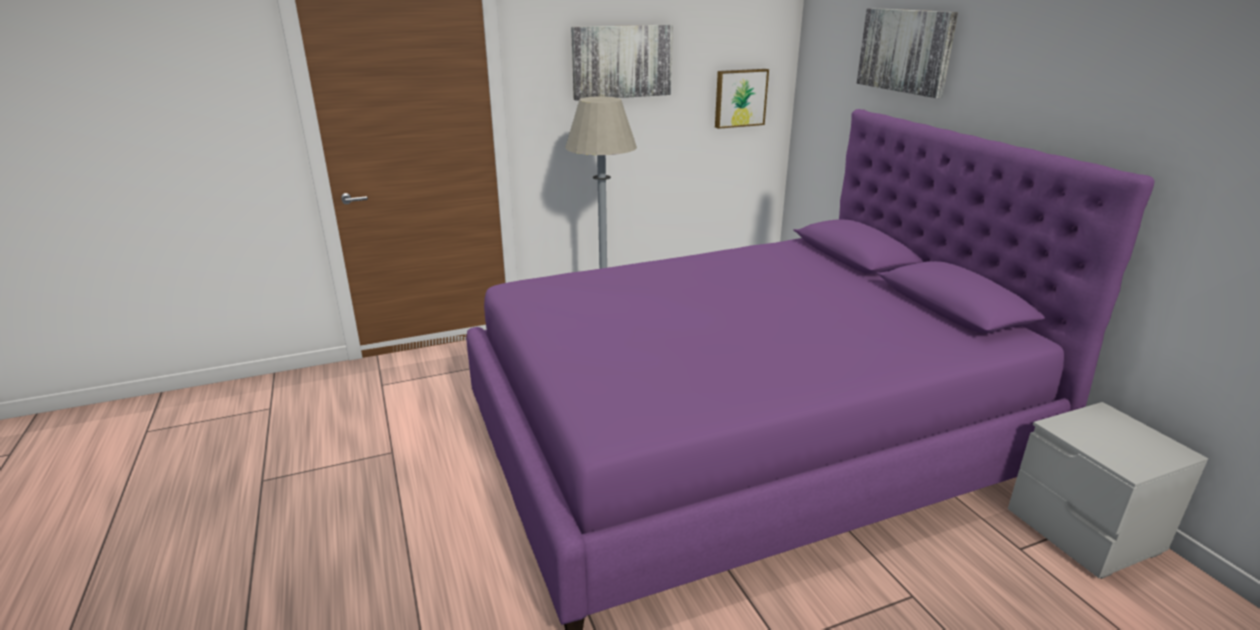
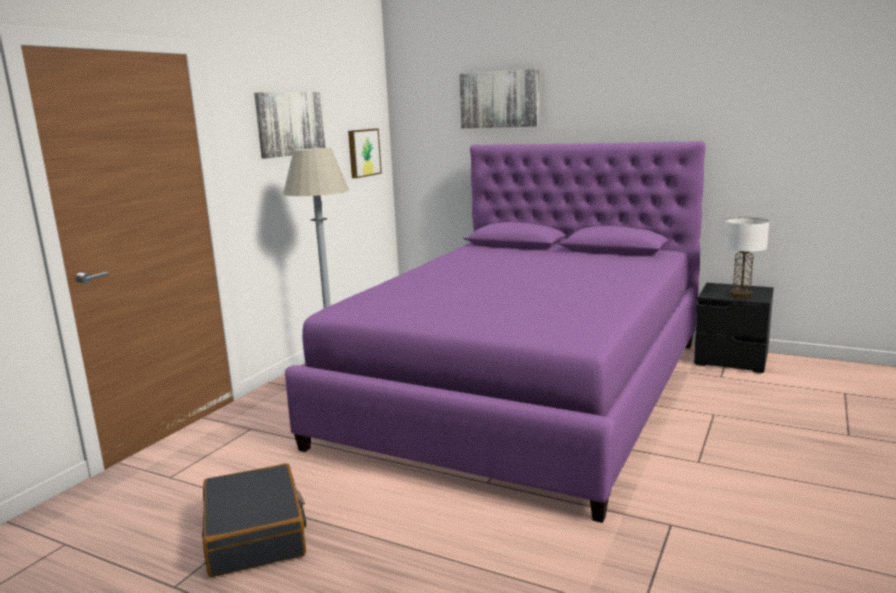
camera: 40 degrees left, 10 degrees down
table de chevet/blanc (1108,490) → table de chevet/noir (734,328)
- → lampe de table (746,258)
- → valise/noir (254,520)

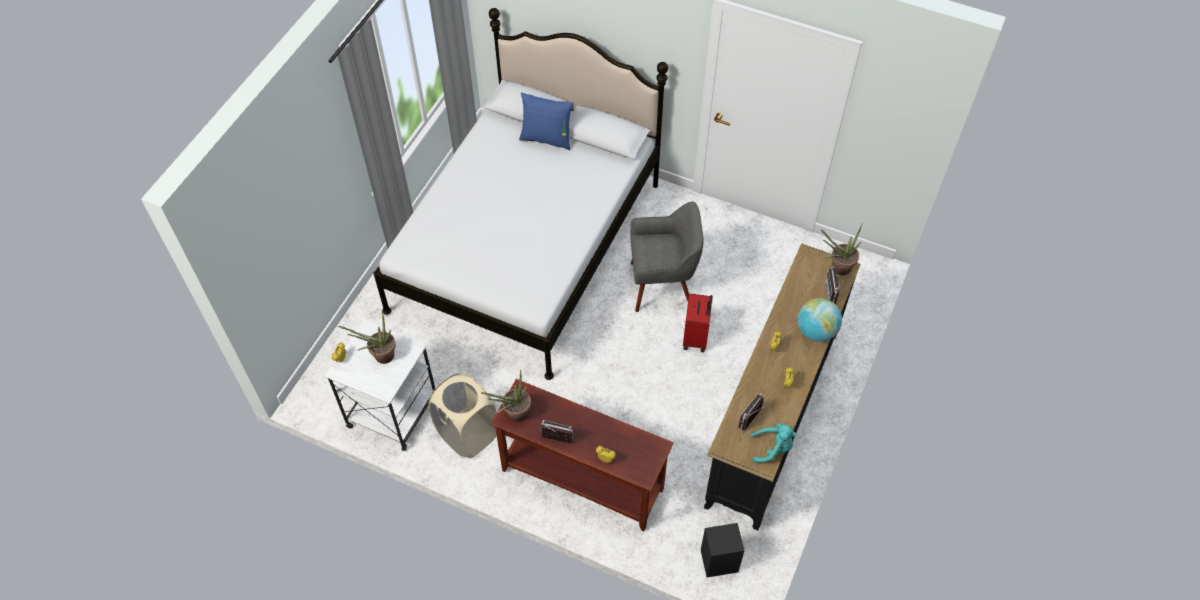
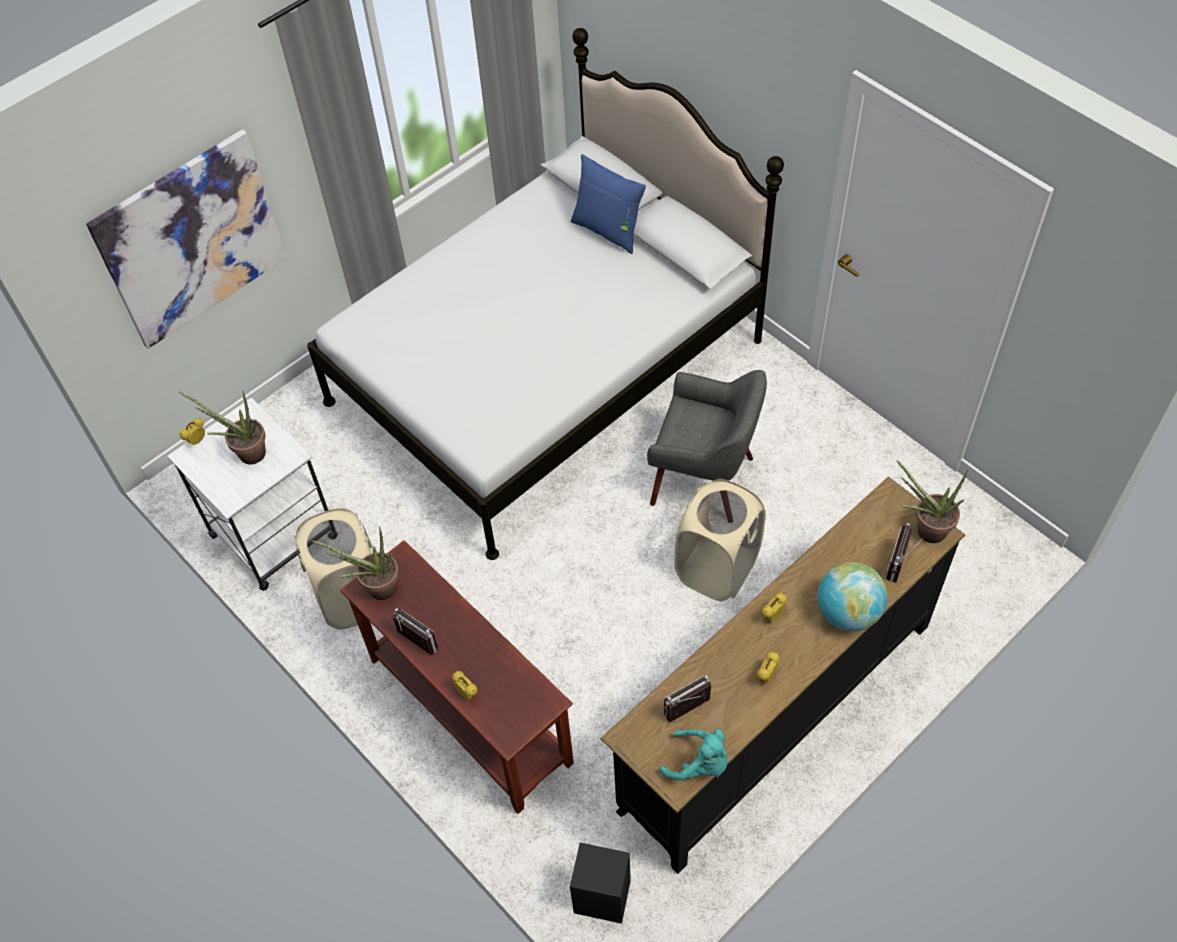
camera: 25 degrees right, 0 degrees up
valise/rouge (698,322) → panier à linge/beige (720,540)
- → tableau (186,239)

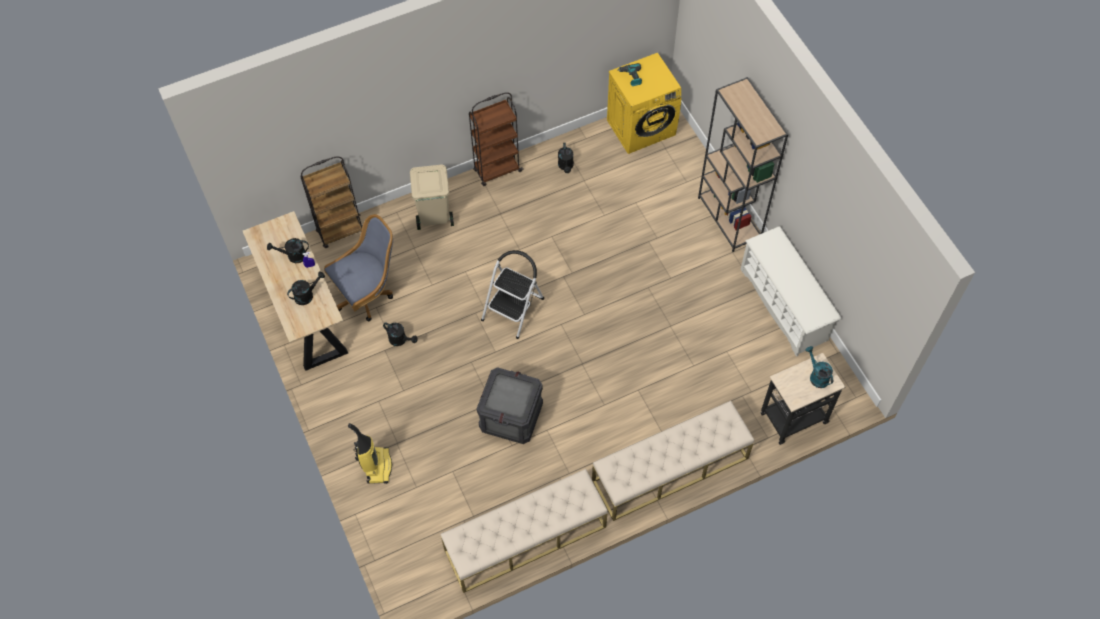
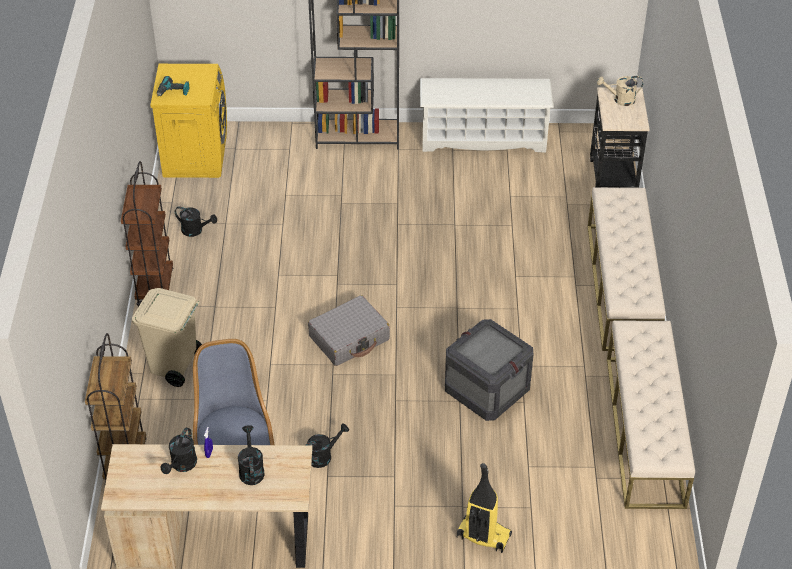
camera: 65 degrees left, 15 degrees down
escabeau (512,294) → valise/gris (349,330)
arrosoir/turquoise (819,367) → arrosoir/beige (620,91)

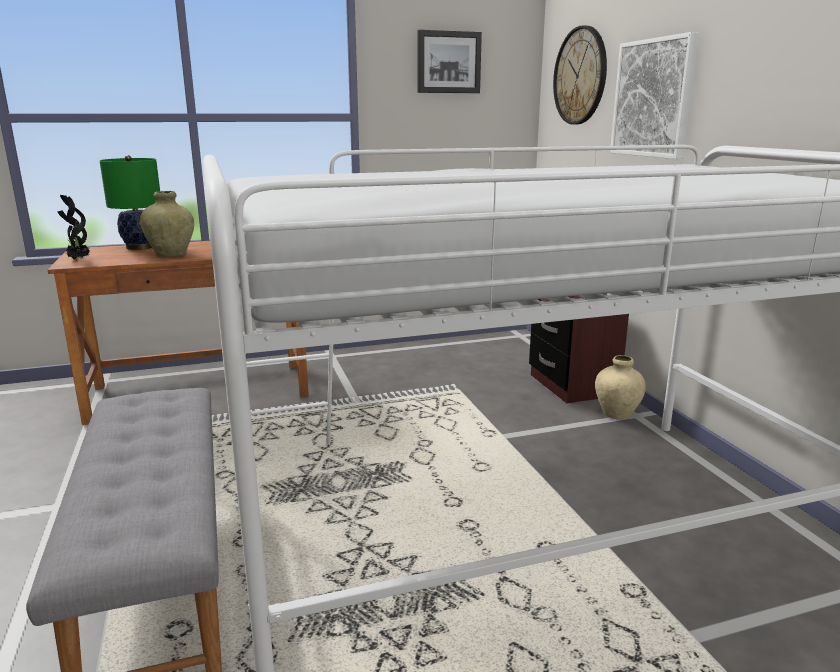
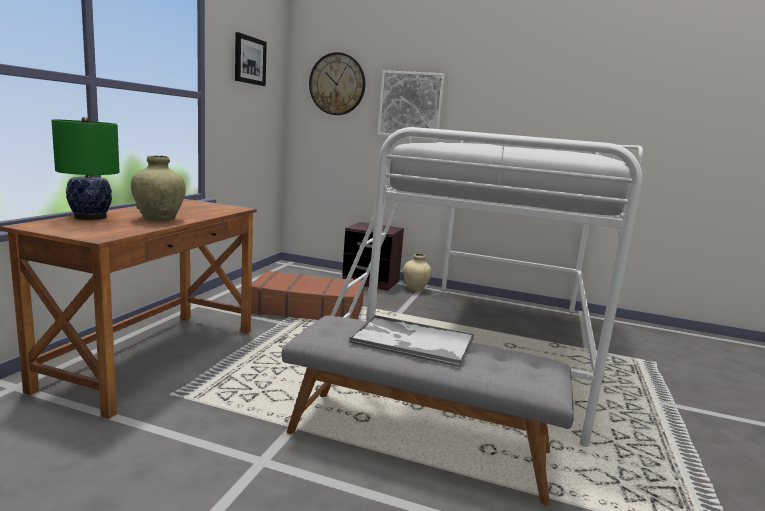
camera: 55 degrees left, 5 degrees down
plante en pot (73,227) → -
- → valise/marron (307,295)
- → plateau (411,341)

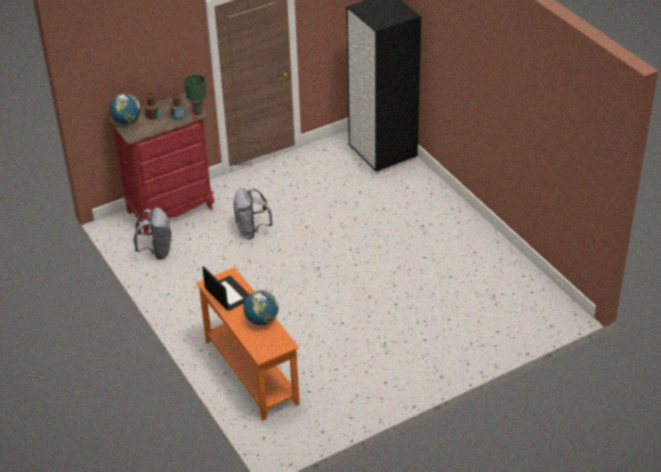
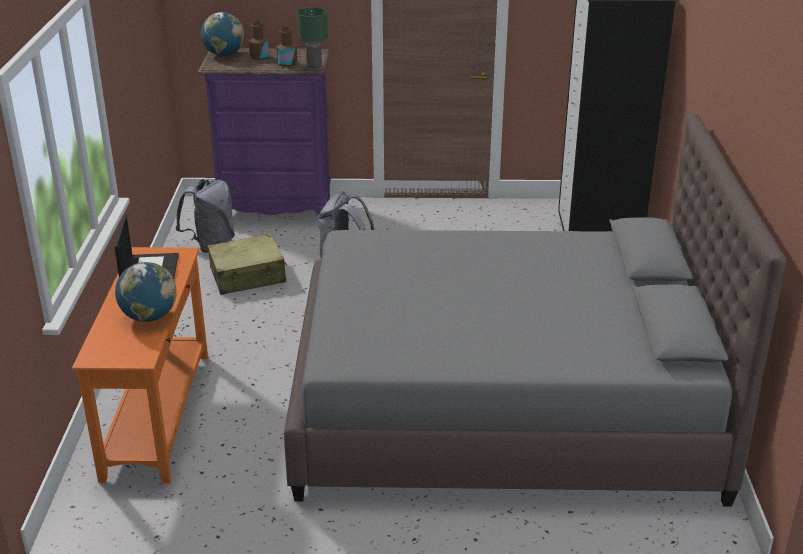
camera: 30 degrees right, 10 degrees down
commode/rouge (161,163) → commode/violet (264,132)
- → lit/gris (535,309)
- → valise/beige (247,264)

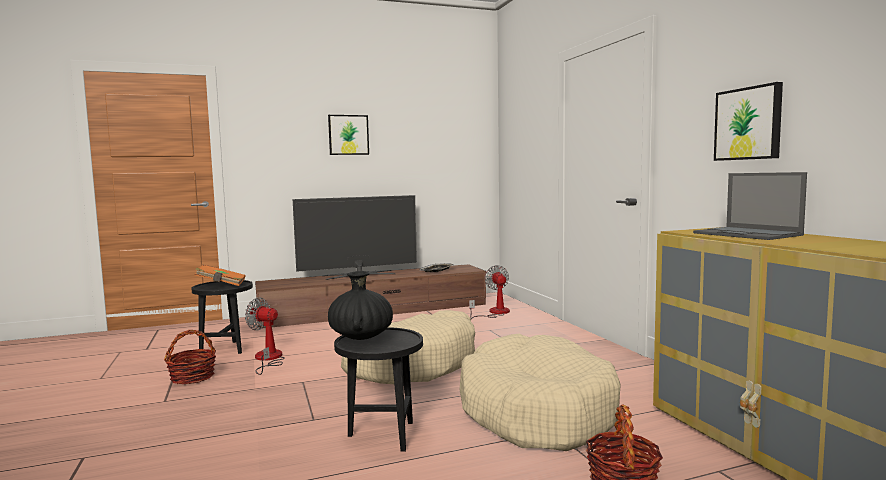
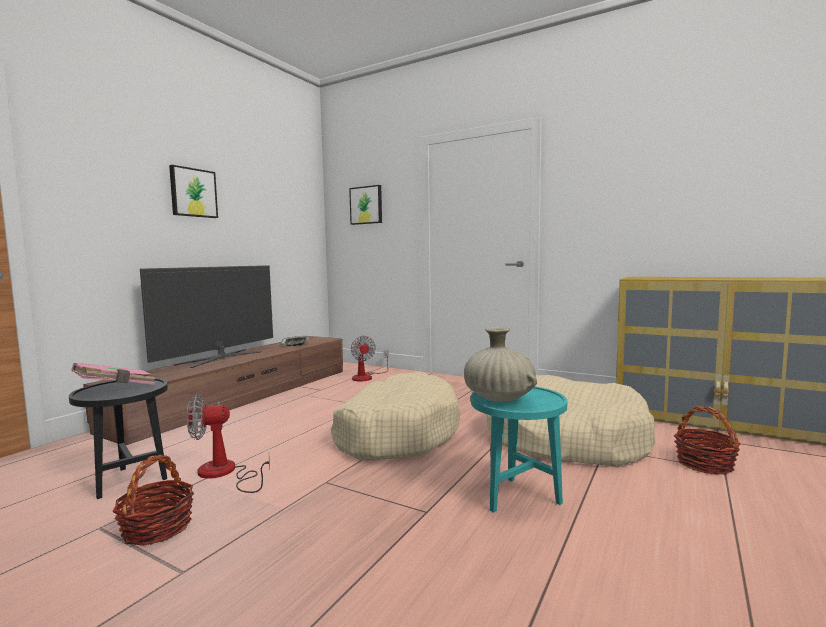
camera: 40 degrees left, 0 degrees up
tableau (748,121) → tableau (365,205), shifted
ordinateur portable (750,206) → -
livre/orange (220,275) → livre/rose (114,374)
ventilateur (489,292) → ventilateur (370,359), 150 degrees counterclockwise
vase/noir (360,305) → vase/beige (500,364)
table d'appoint/noir (378,389) → table d'appoint/turquoise (519,449)

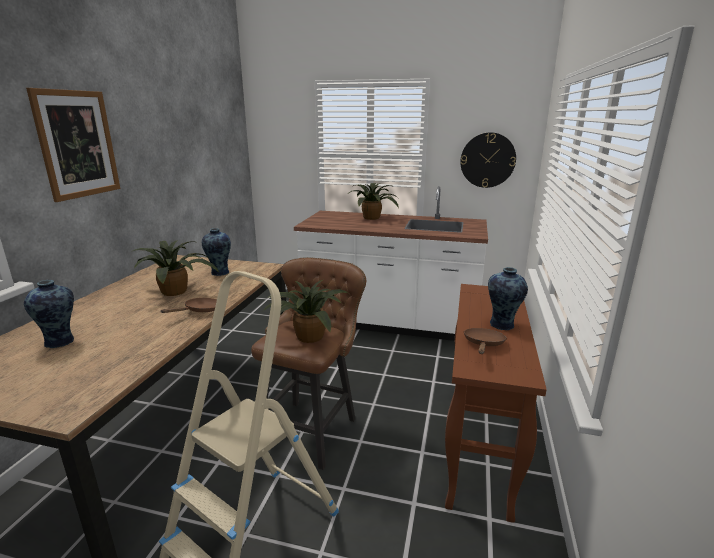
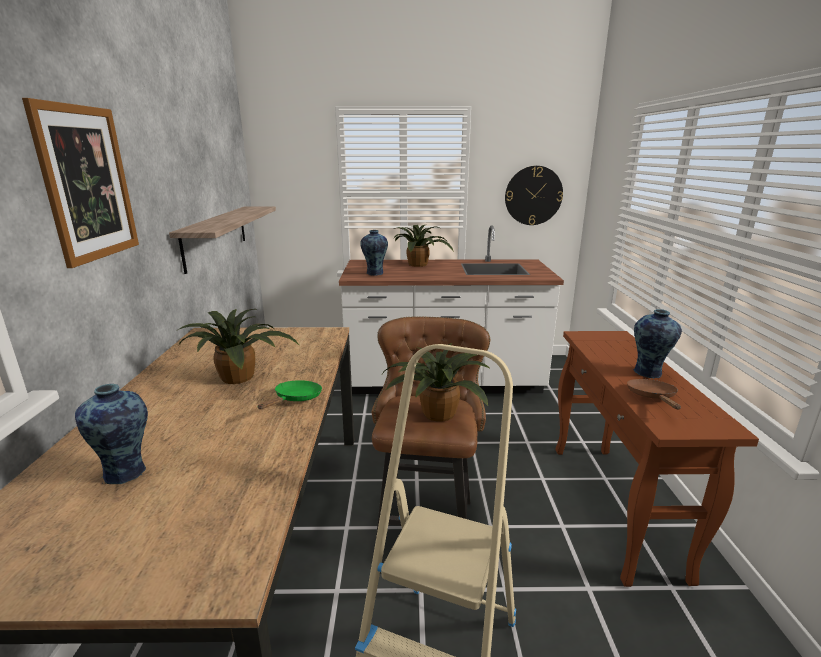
camera: 15 degrees left, 0 degrees up
vase (216,252) → vase (374,253), shifted
poêle/marron (189,305) → poêle/vert (289,394)
- → étagère (222,240)

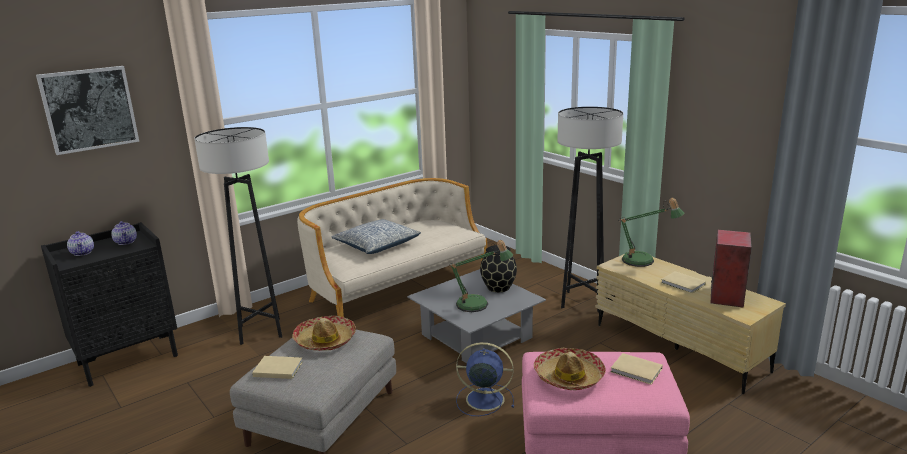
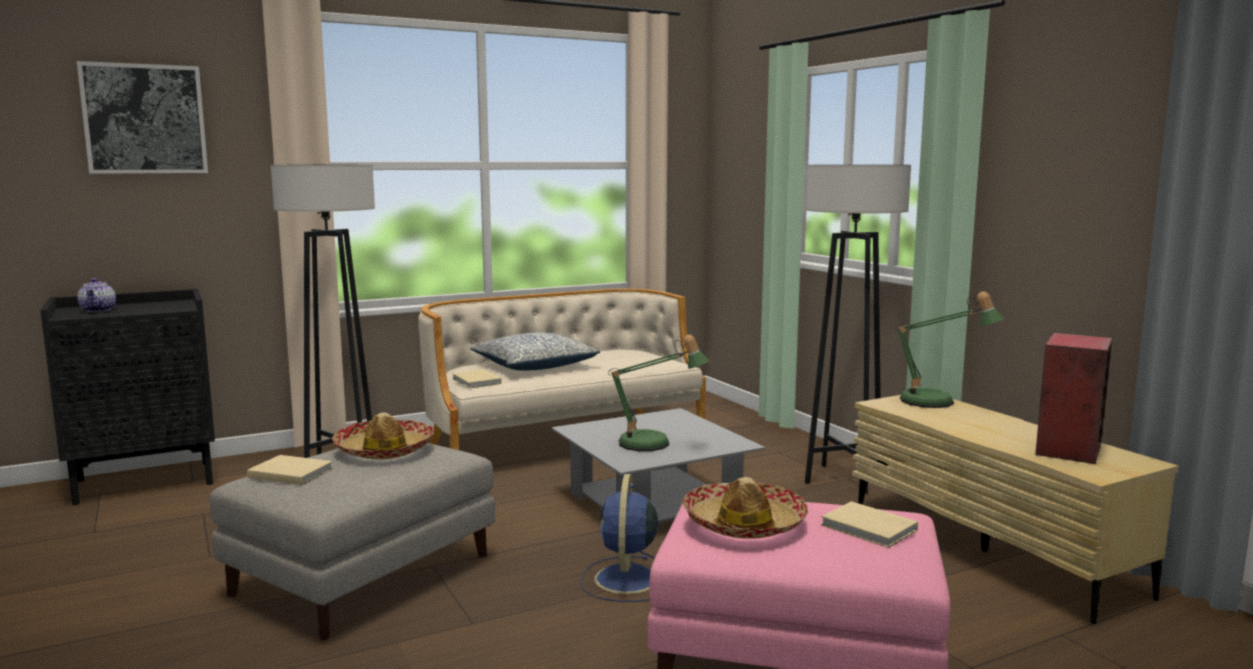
camera: 10 degrees right, 10 degrees down
théière (124,233) → -
vase/noir (498,268) → -
livre/beige (683,282) → livre/beige (477,378), shifted
ventilateur/bleu (485,379) → ventilateur/bleu (620,538), 105 degrees counterclockwise

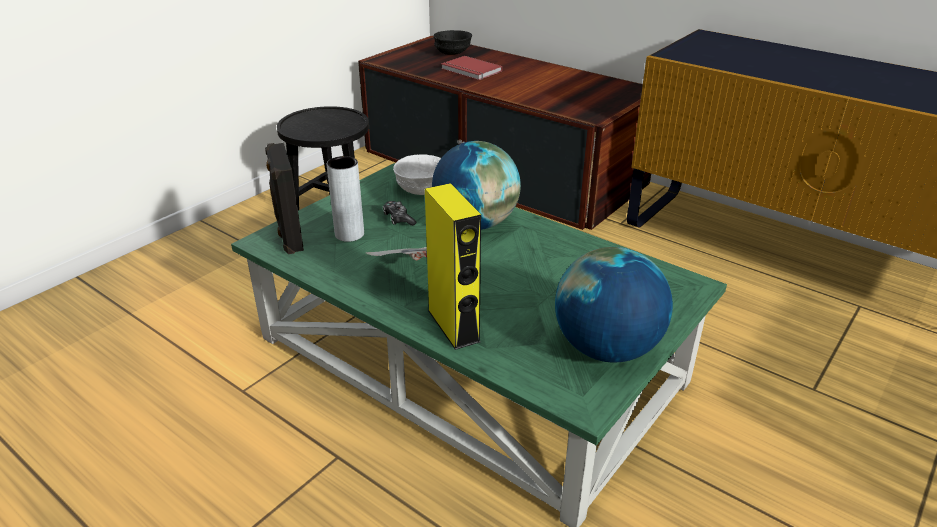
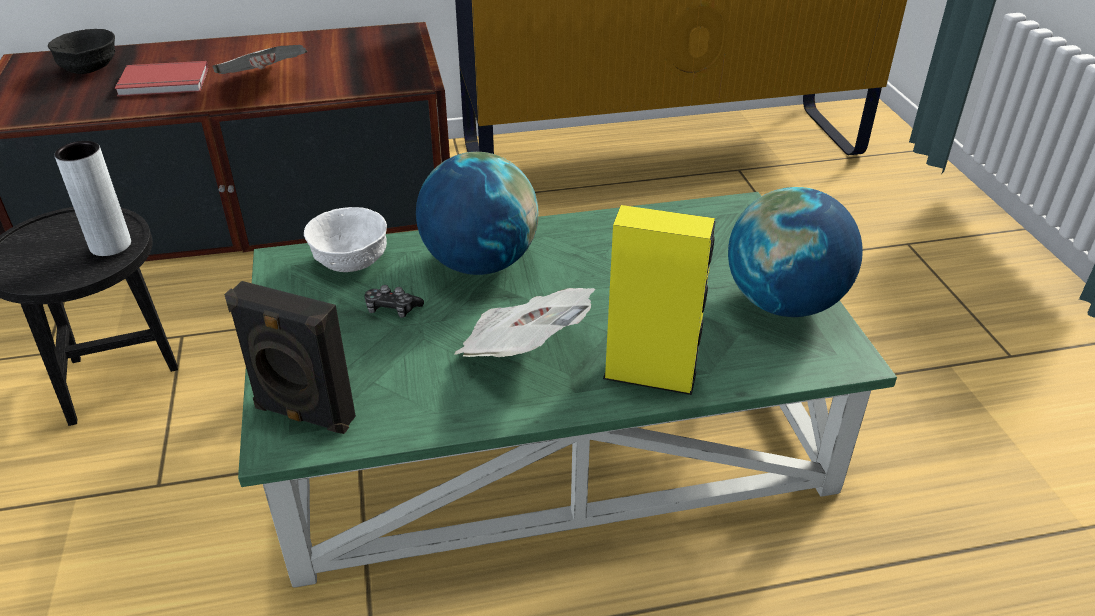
camera: 50 degrees left, 5 degrees up
vase/gris (345,199) → vase/gris (92,198), shifted
- → journal (260,59)

